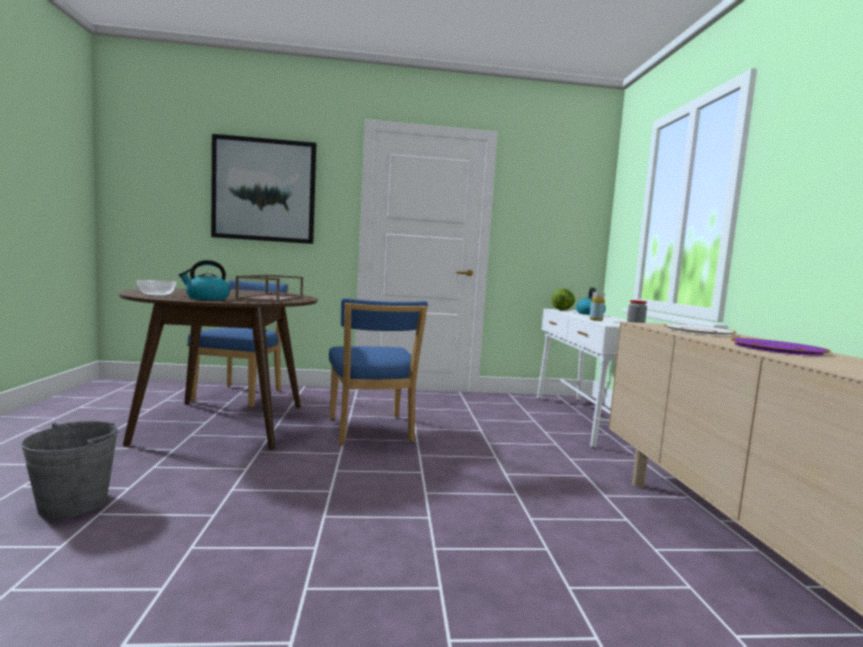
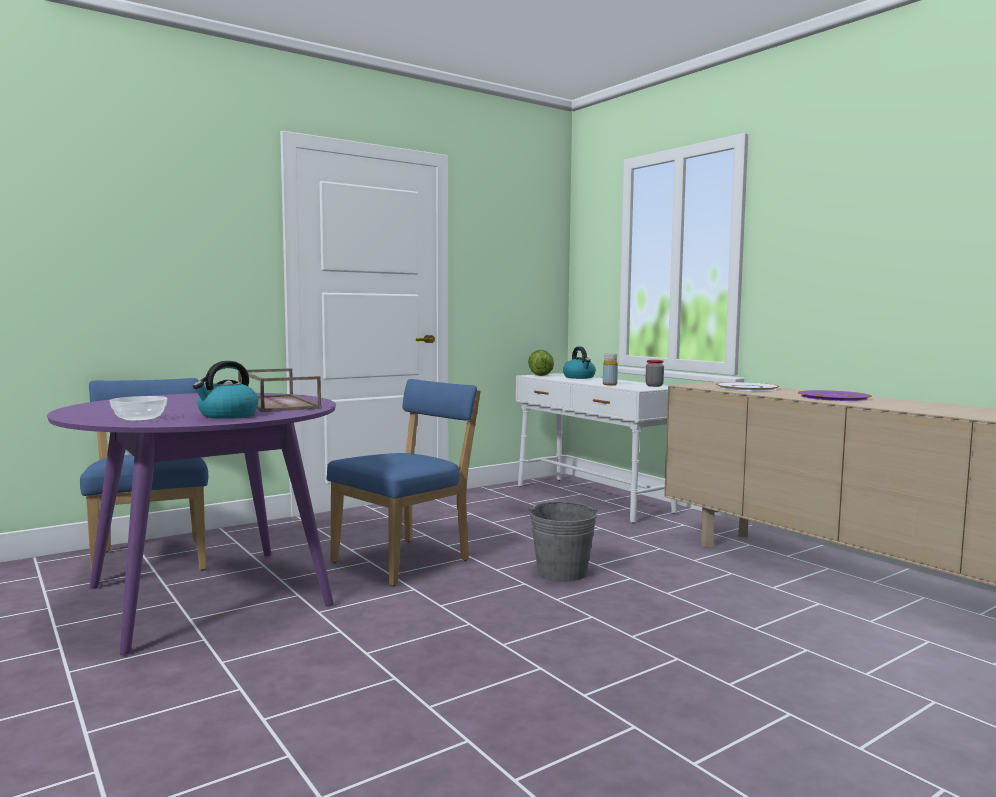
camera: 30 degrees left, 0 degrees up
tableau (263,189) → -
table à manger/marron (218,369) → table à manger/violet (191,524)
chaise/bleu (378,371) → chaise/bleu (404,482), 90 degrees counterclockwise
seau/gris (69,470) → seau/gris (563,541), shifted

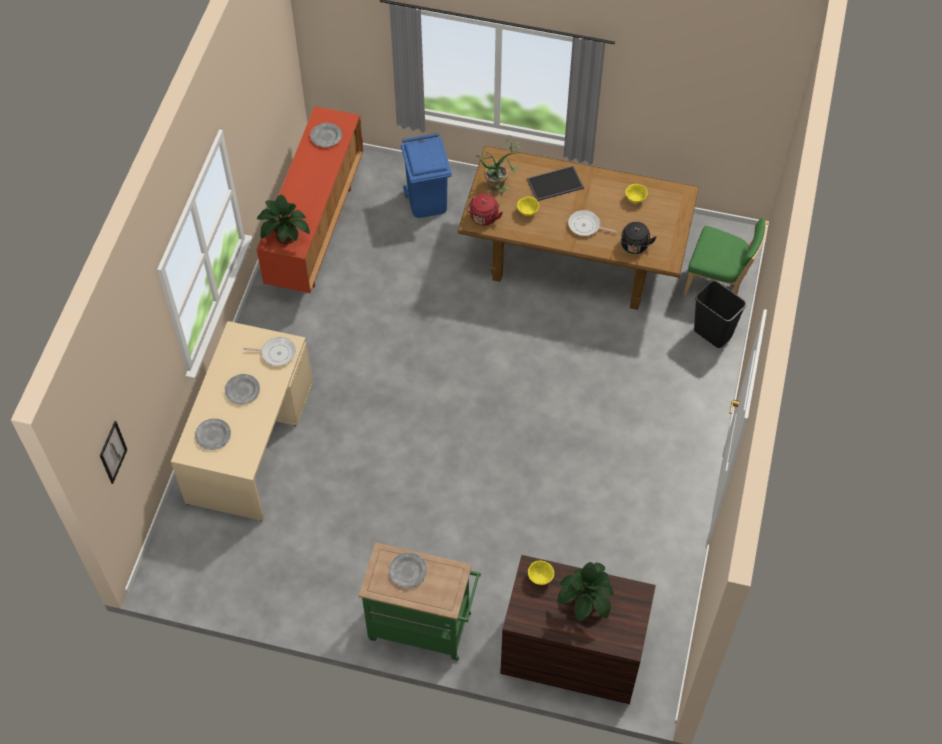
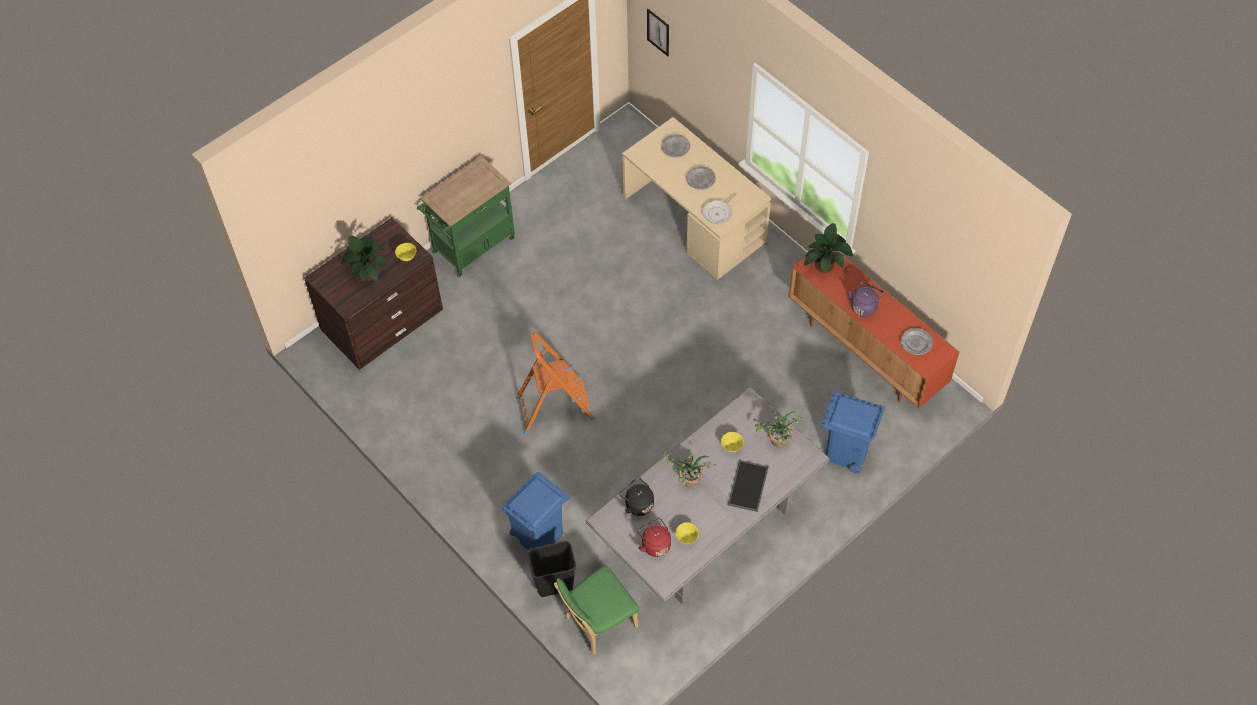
camera: 125 degrees right, 0 degrees up
table à manger/marron (578,228) → table à manger/gris (708,496)
bouilloire/rouge (484,210) → bouilloire/rouge (654,537), shifted
poêle (592,223) → plante en pot (689,468)
assiette/gris (408,570) → -
- → bouilloire/violet (865,299)
- → escabeau/orange (555,383)
- → poubelle/bleu (536,511)

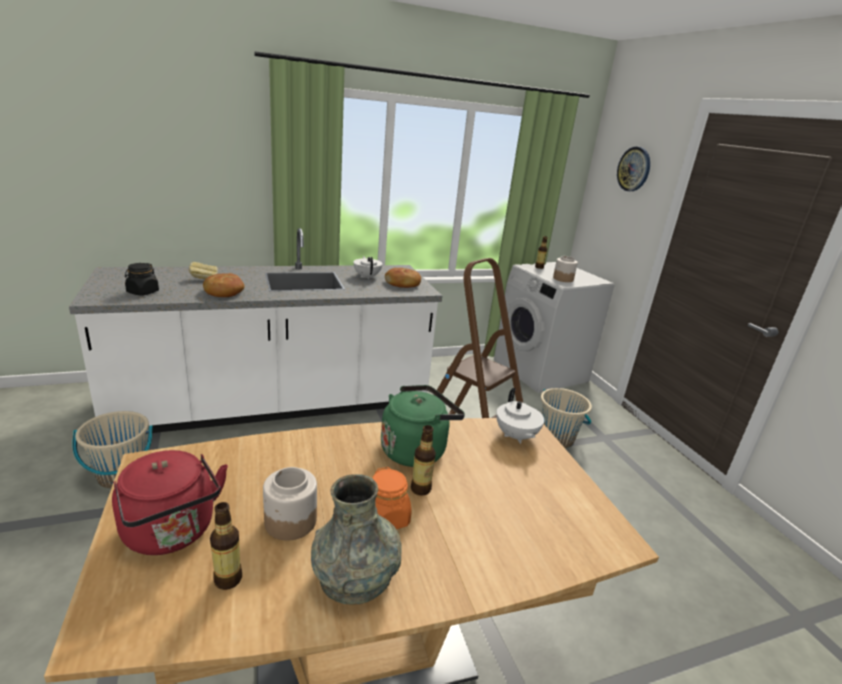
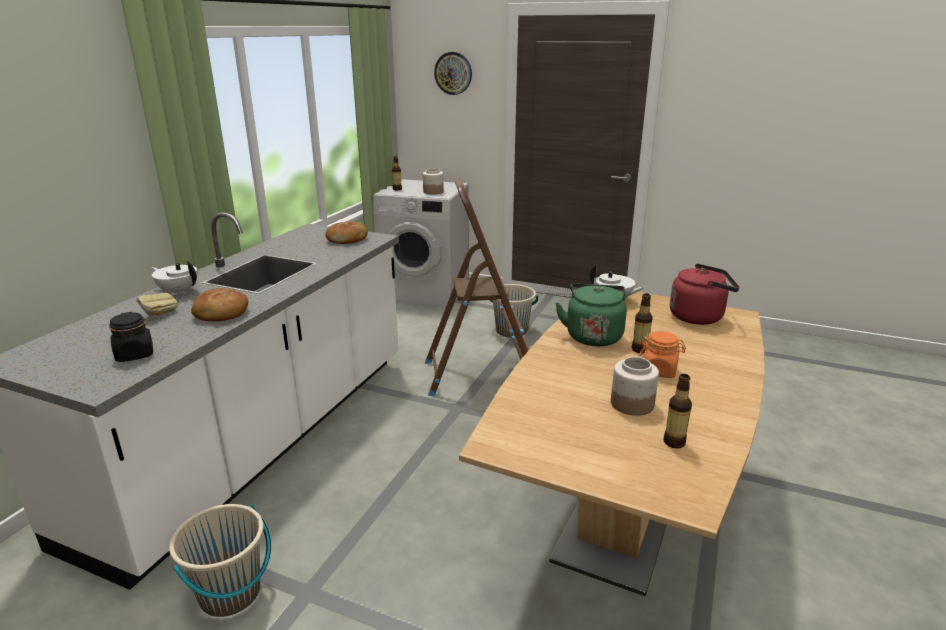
camera: 45 degrees left, 0 degrees up
théière/blanc (368,267) → théière/blanc (174,278), shifted
bouilloire/rouge (170,502) → bouilloire/rouge (705,294), shifted
vase/gris (356,539) → -

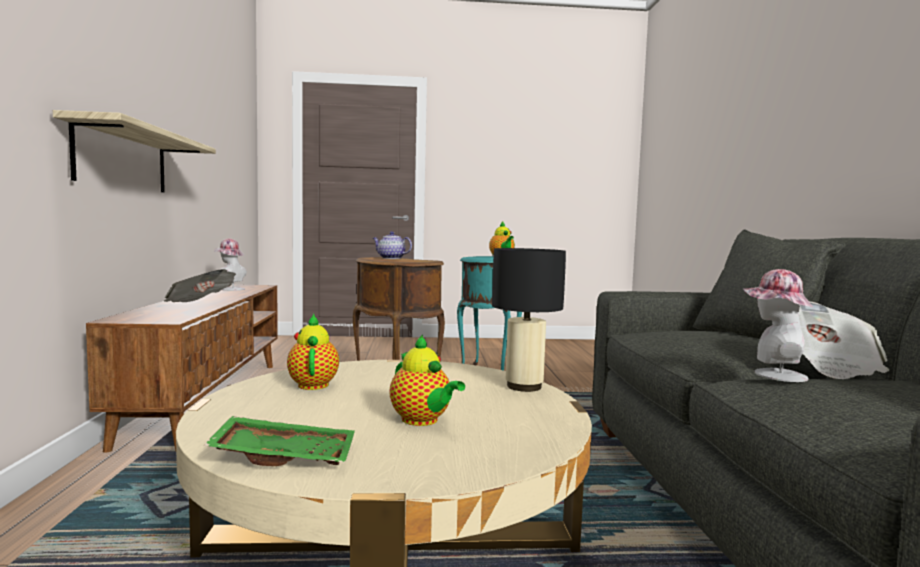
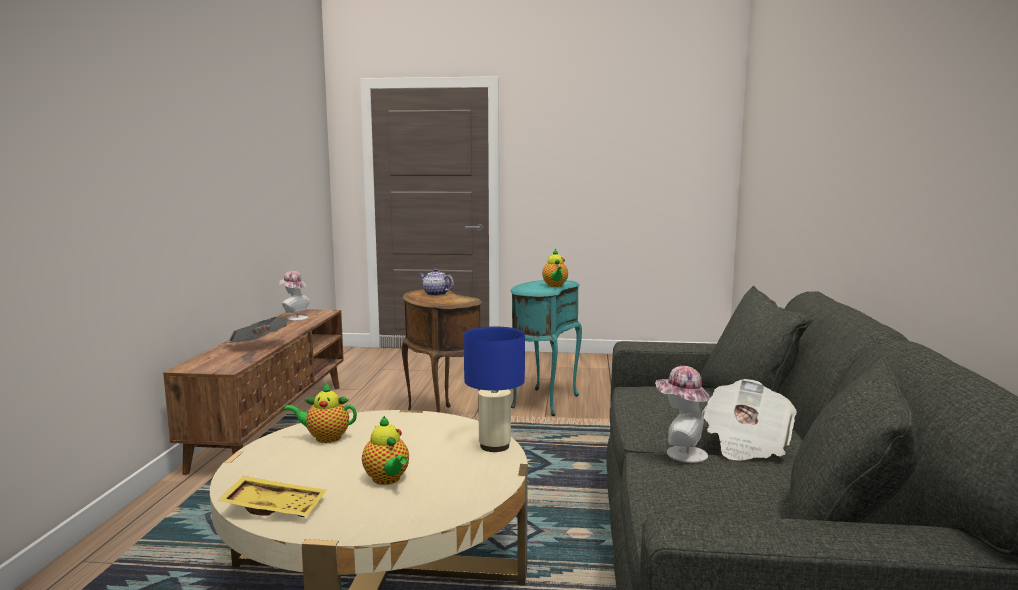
camera: 10 degrees right, 5 degrees up
étagère (134,151) → -
lampe de table/noir (529,320) → lampe de table/bleu (494,389)
théière (313,352) → théière (320,412), 90 degrees counterclockwise
plateau/vert (279,441) → plateau/jaune (271,496)

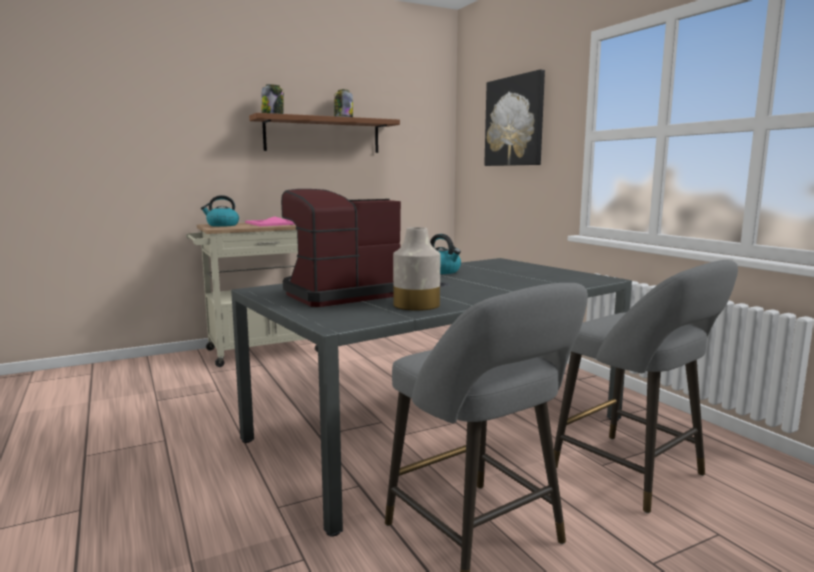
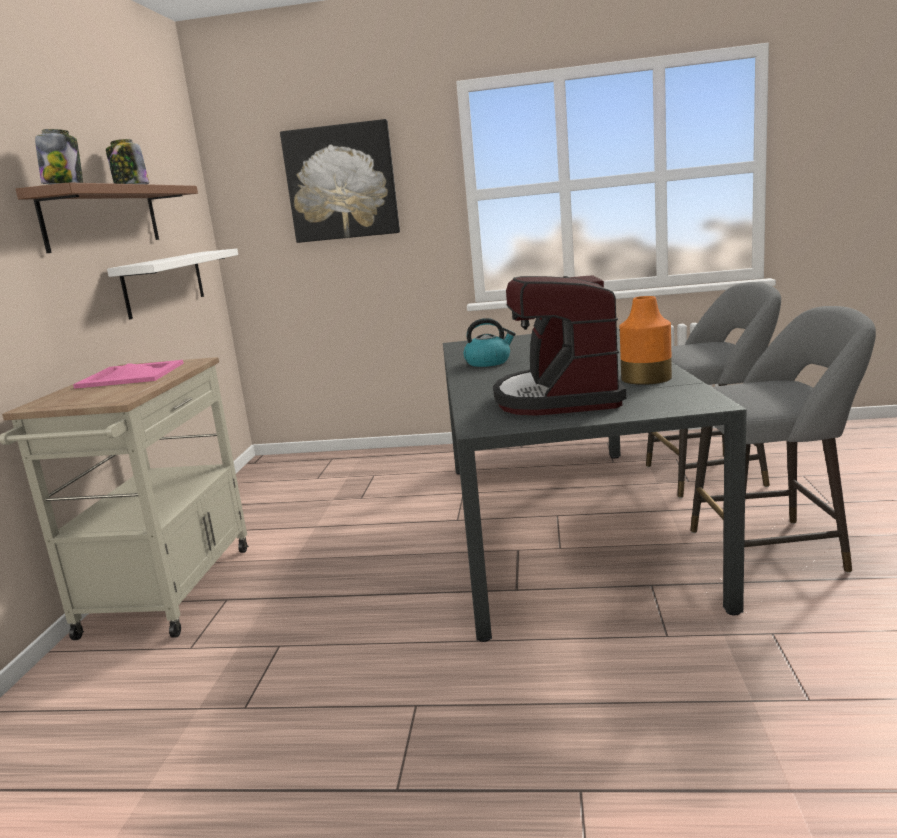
camera: 55 degrees left, 5 degrees up
bouilloire (220,211) → -
vase/beige (416,269) → vase/orange (646,340)
- → étagère/blanc (172,284)

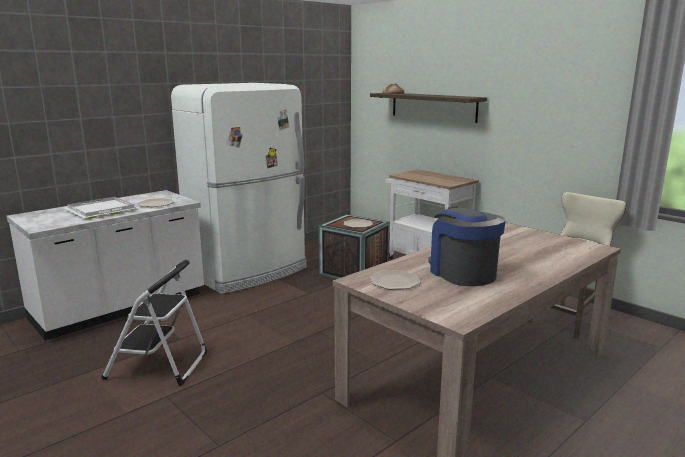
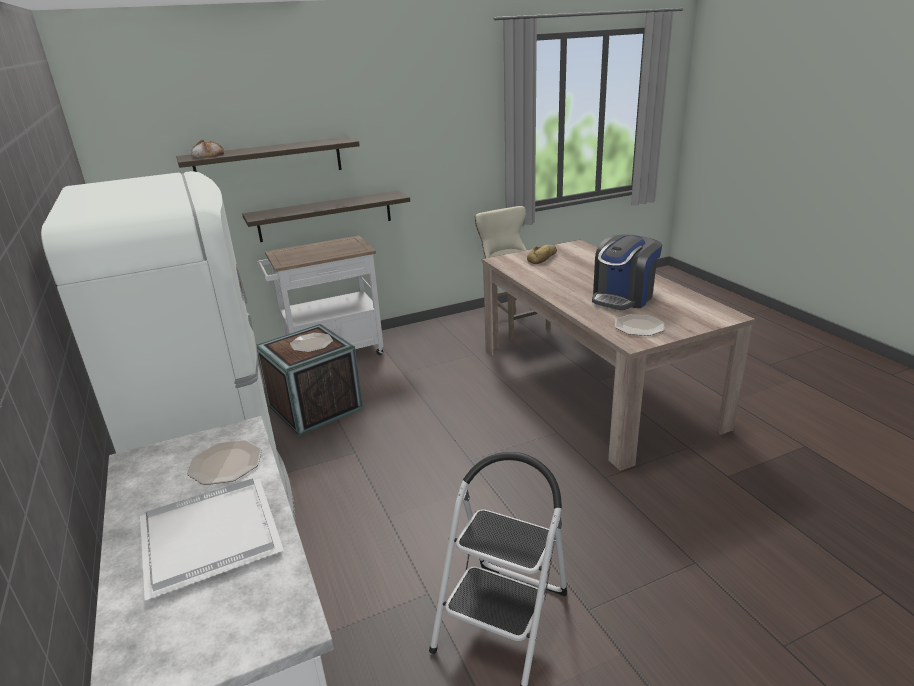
camera: 70 degrees left, 10 degrees up
machine à café (467,246) → machine à café (627,272), 45 degrees counterclockwise
- → étagère (326,216)
- → pain (542,254)

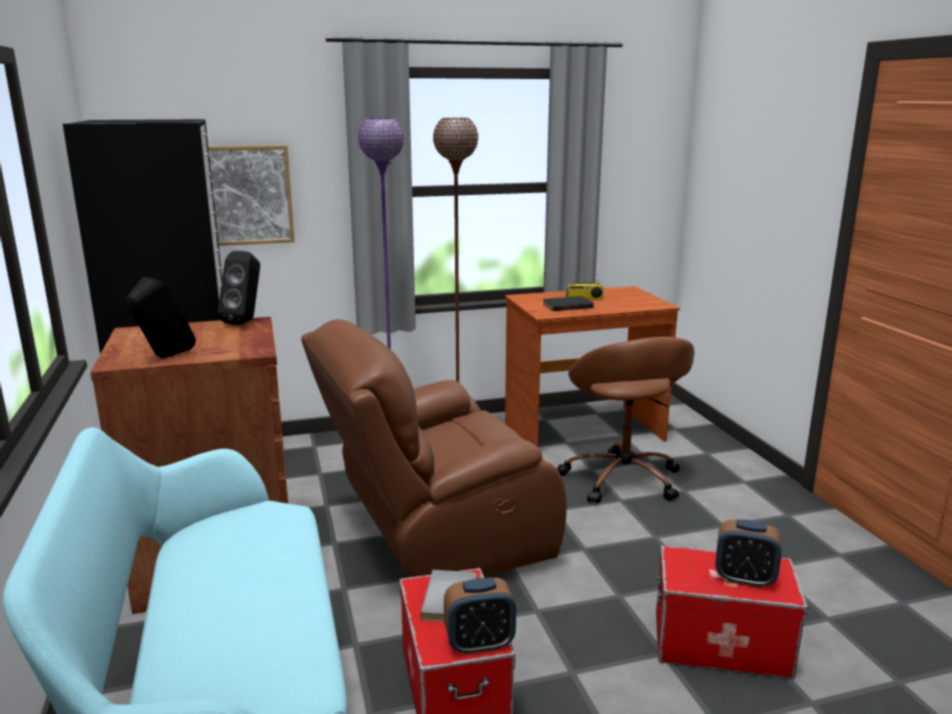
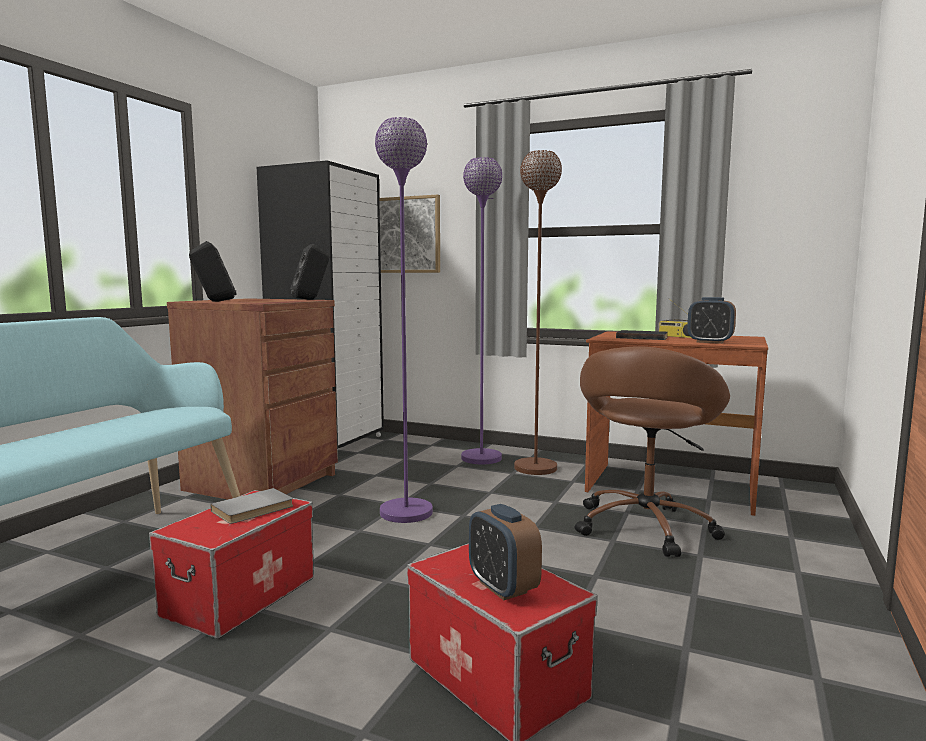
camera: 40 degrees right, 10 degrees down
fauteuil/marron (434,448) → lampadaire/violet (404,320)
réveil (480,616) → réveil (711,320), shifted

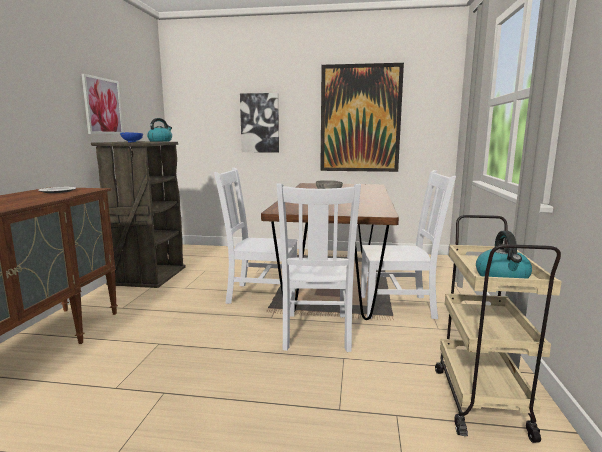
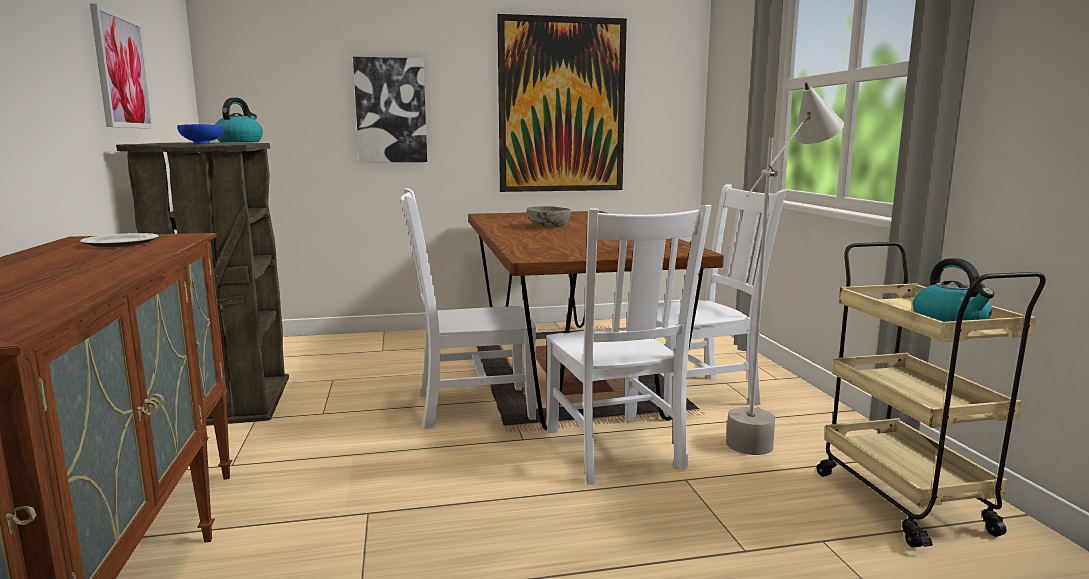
camera: 20 degrees left, 0 degrees up
- → lampadaire/gris (785,268)

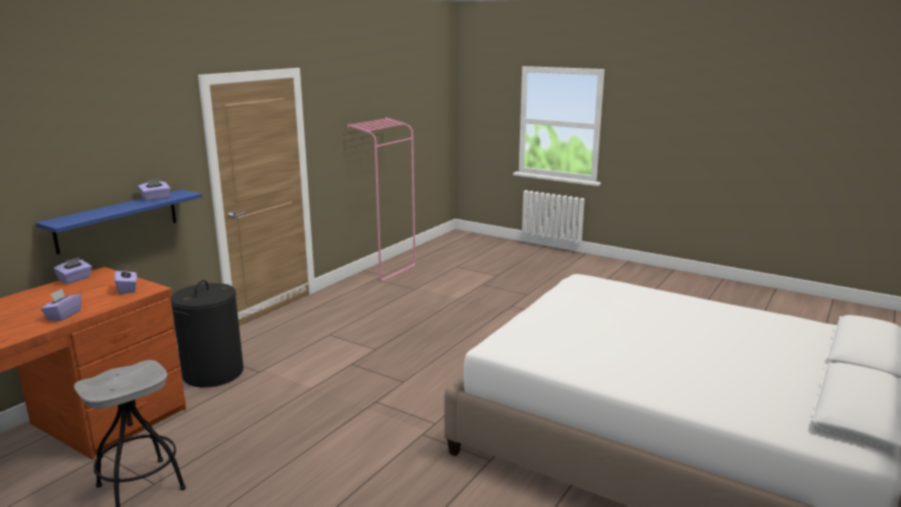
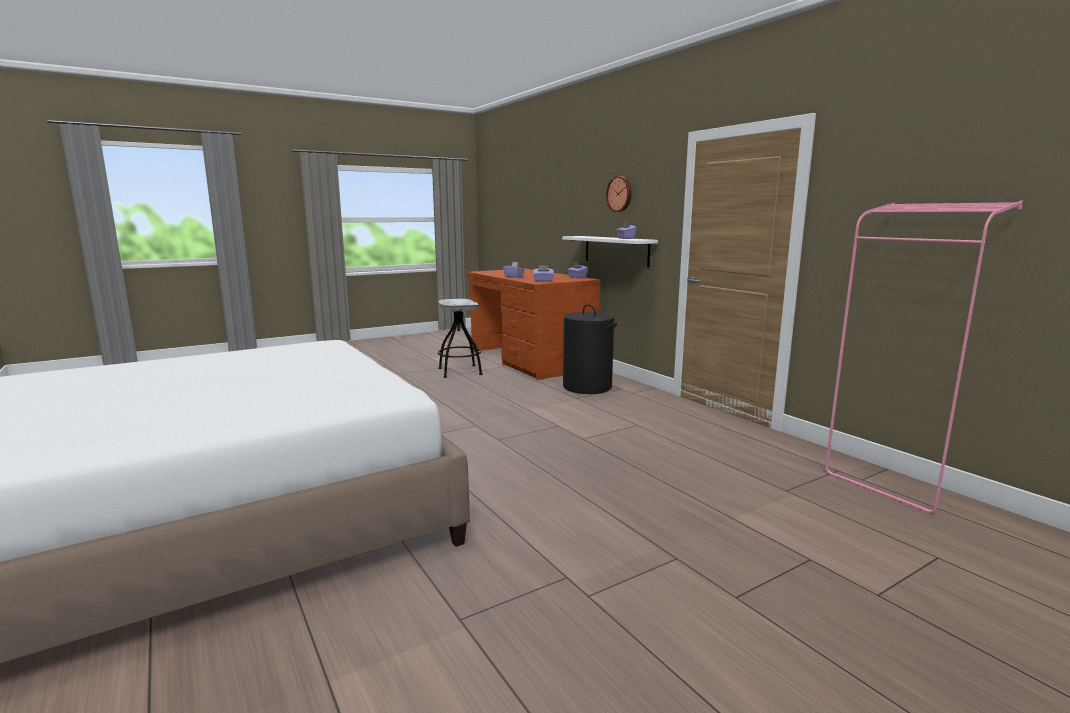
camera: 115 degrees right, 5 degrees down
étagère/bleu (119,222) → étagère/blanc (610,252)
- → horloge murale (619,194)

